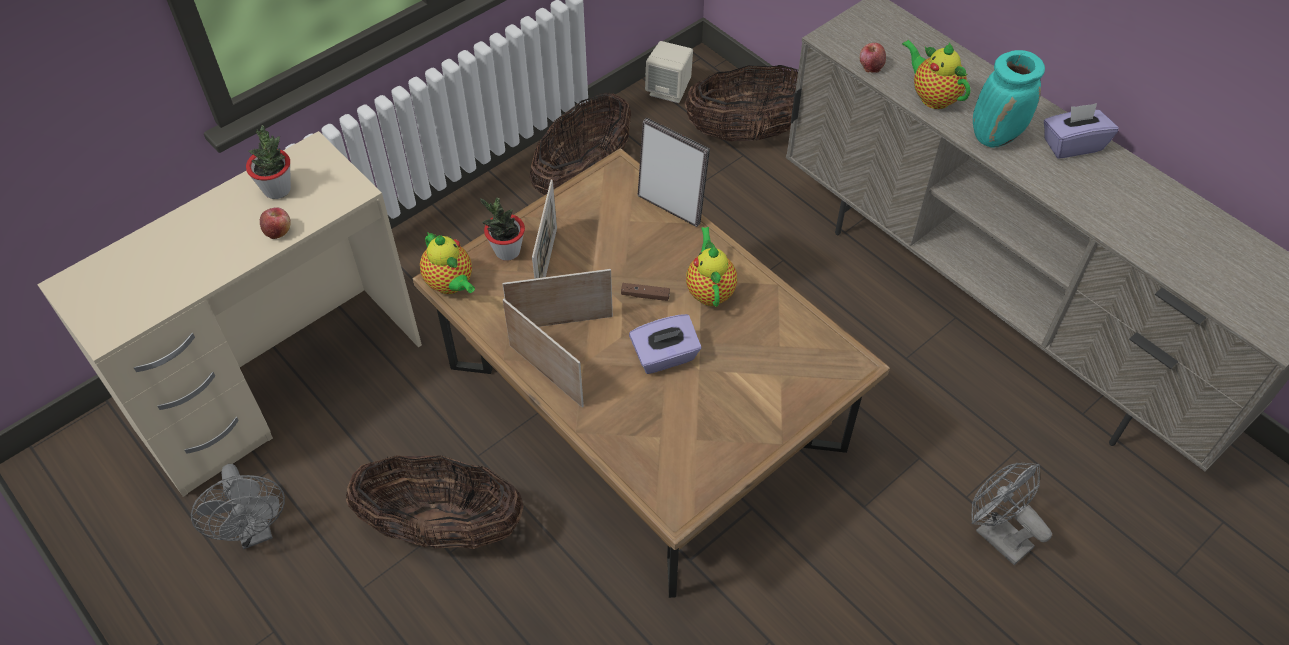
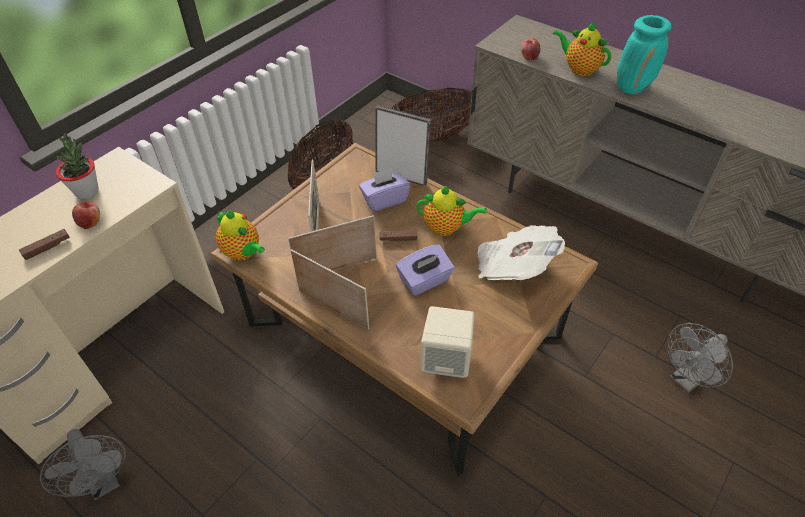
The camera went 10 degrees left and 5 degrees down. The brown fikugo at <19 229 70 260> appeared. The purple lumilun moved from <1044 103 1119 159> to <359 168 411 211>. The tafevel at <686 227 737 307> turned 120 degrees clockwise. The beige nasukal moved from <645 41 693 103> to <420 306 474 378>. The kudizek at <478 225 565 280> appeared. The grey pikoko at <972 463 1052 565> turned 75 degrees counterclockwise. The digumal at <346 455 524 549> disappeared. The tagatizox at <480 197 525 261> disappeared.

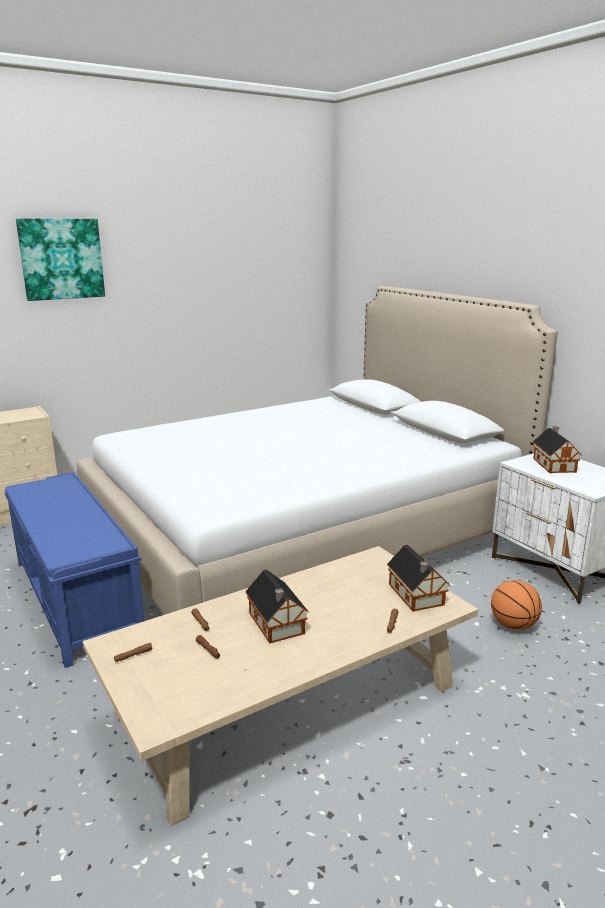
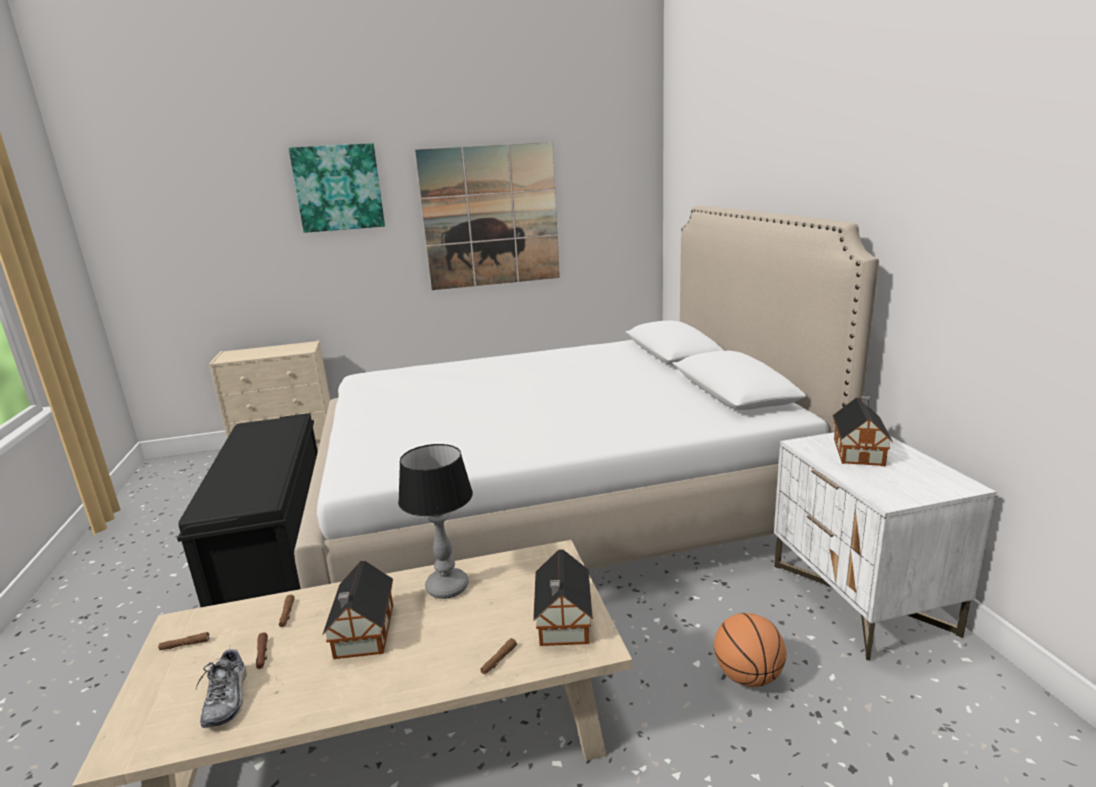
The camera went 20 degrees right and 0 degrees up. The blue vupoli at <5 472 145 668> became the black vupoli at <177 413 318 607>. The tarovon at <196 647 247 728> appeared. The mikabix at <398 444 473 599> appeared. The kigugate at <415 142 560 290> appeared.

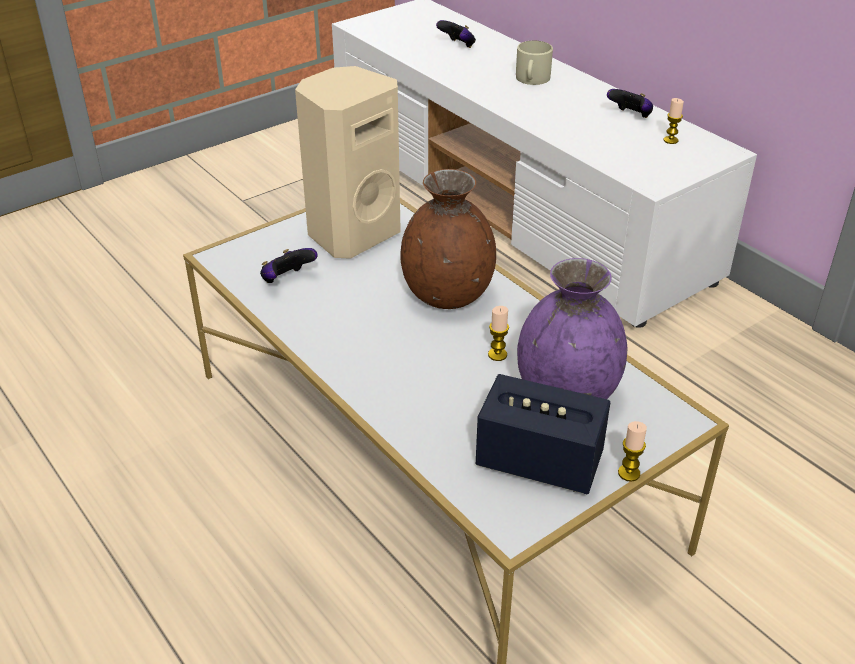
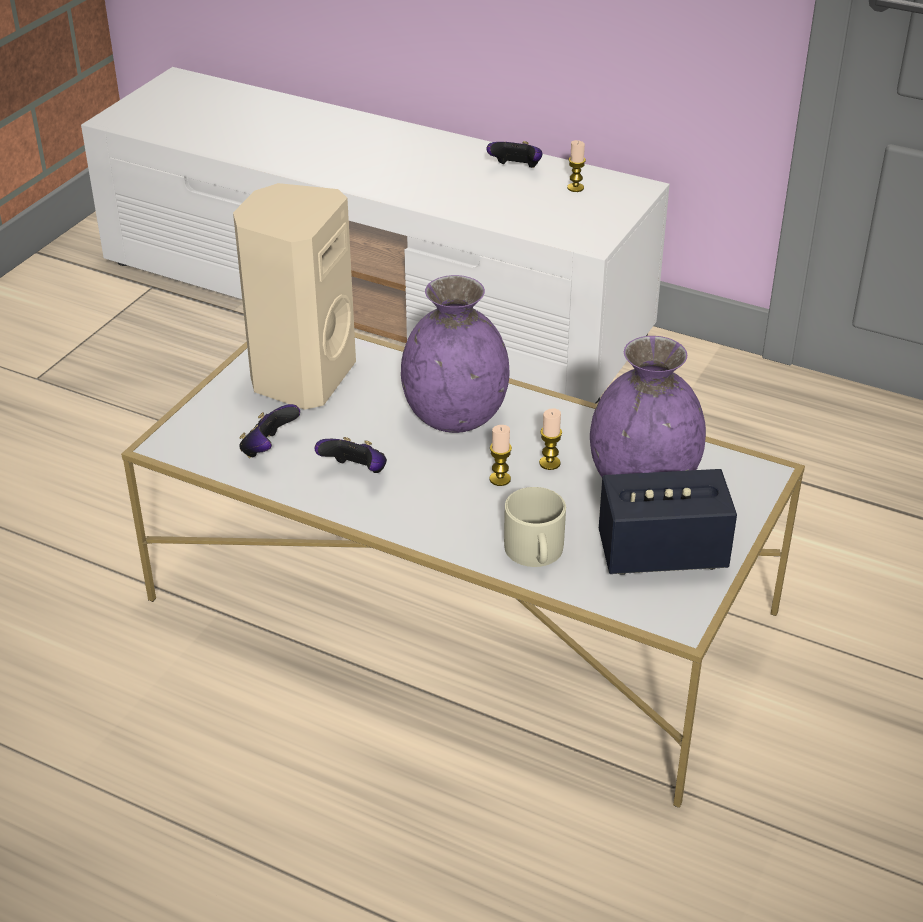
The camera went 25 degrees left and 0 degrees up. The fikugo moved from <436 20 476 48> to <315 437 387 473>. The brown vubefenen at <400 169 496 309> became the purple vubefenen at <401 275 509 433>. The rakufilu moved from <618 421 647 482> to <489 425 512 486>. The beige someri moved from <516 40 553 85> to <504 487 566 567>.

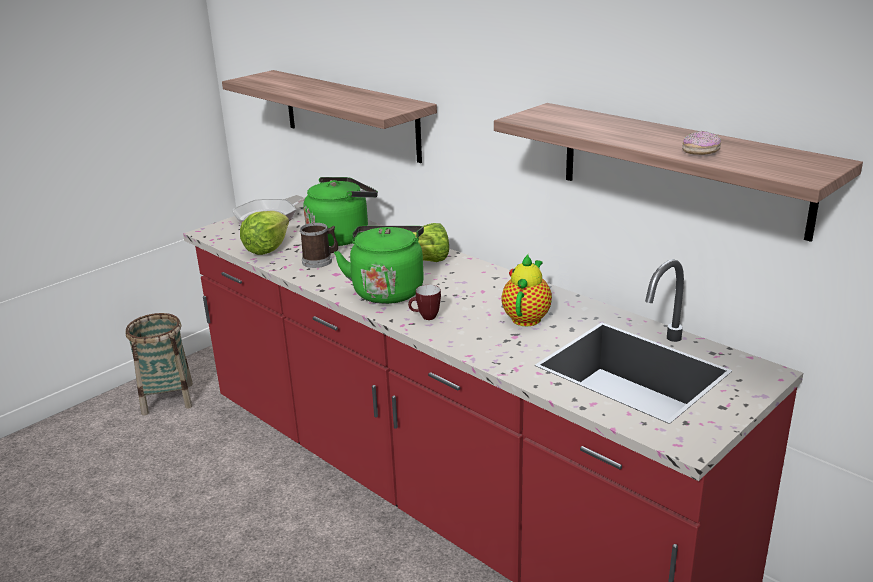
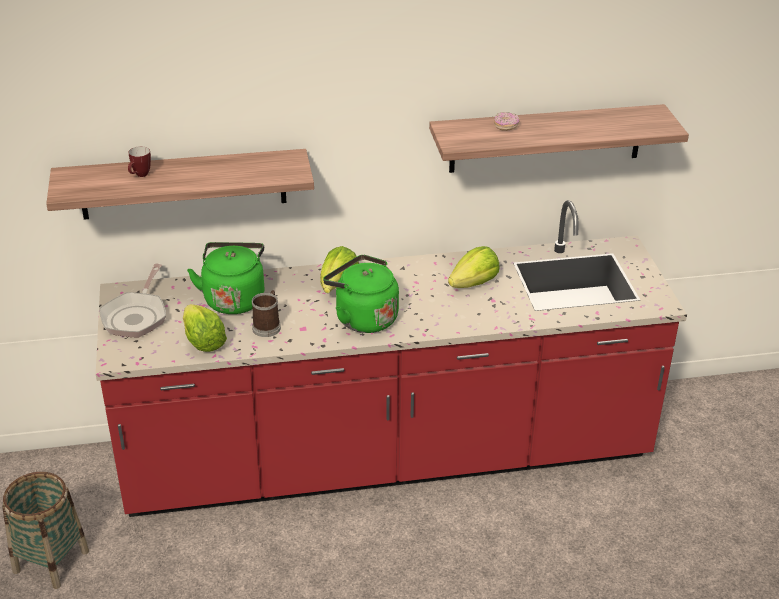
The camera went 55 degrees left and 10 degrees up. The someri moved from <408 285 441 320> to <128 146 151 177>. The tafevel at <501 254 552 326> was replaced by the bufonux at <448 246 500 288>. The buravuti moved from <682 131 721 155> to <494 112 519 131>.

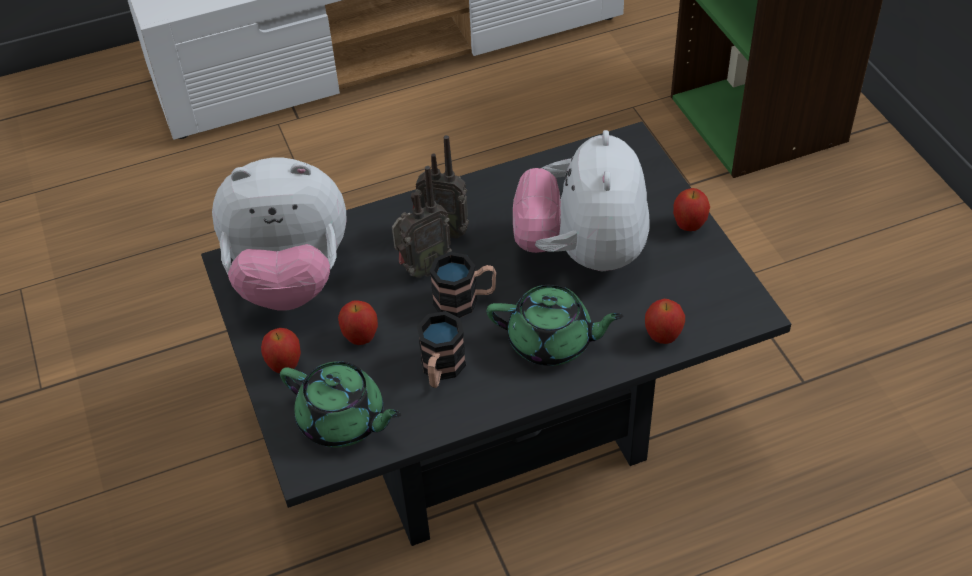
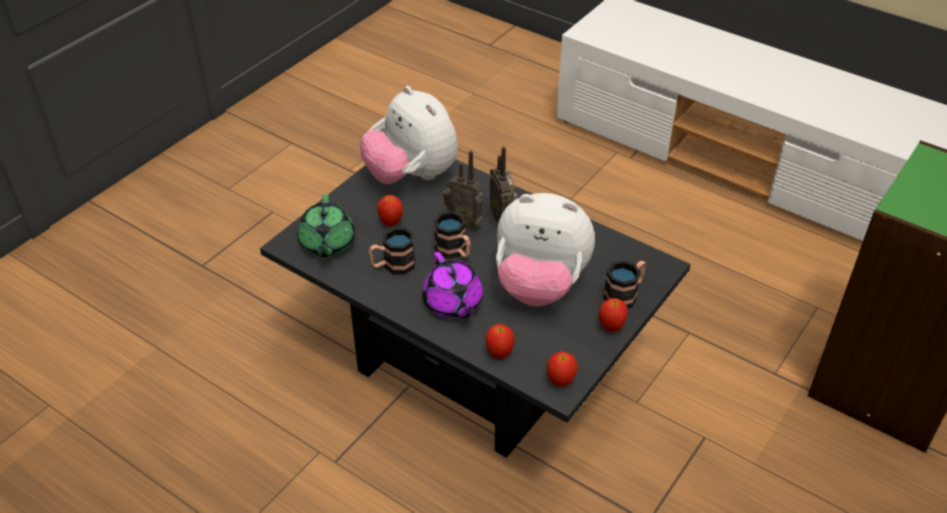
The camera went 55 degrees right and 5 degrees down. The green tafevel at <487 285 624 366> became the purple tafevel at <422 252 483 318>. The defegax at <513 130 650 271> turned 135 degrees counterclockwise. The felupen moved from <261 328 301 373> to <547 351 578 387>. The someri at <603 260 646 308> appeared.

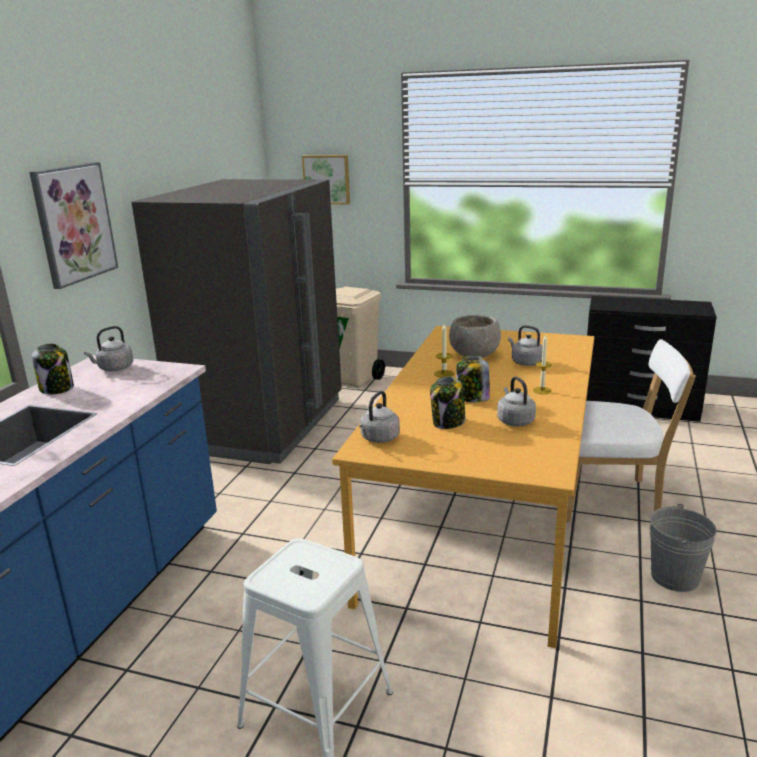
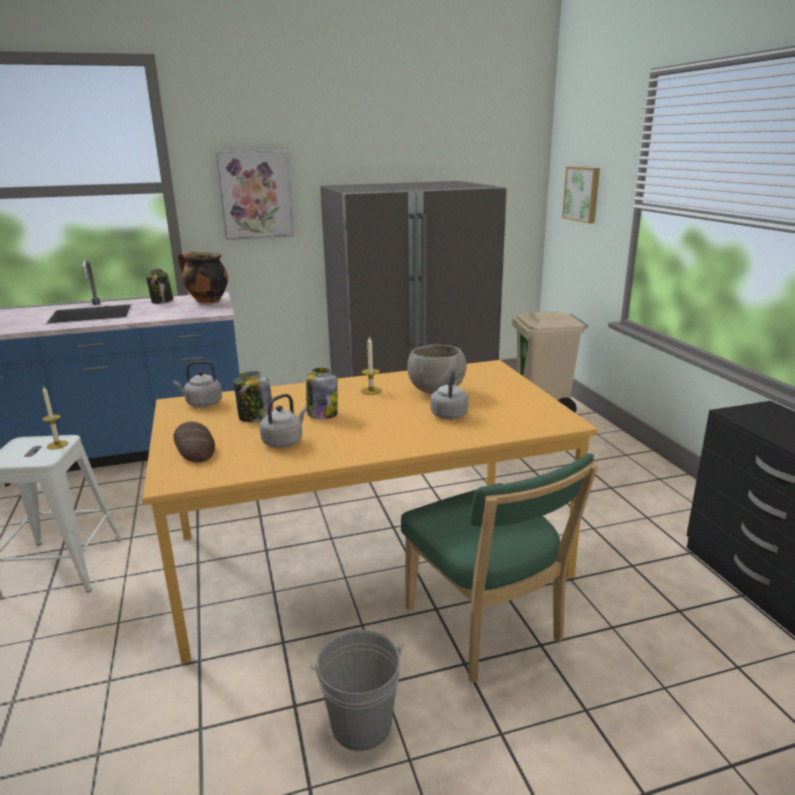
The camera went 55 degrees right and 0 degrees up. The rakufilu moved from <533 334 552 394> to <42 387 69 449>. The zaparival at <173 422 215 463> appeared. The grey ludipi at <84 326 134 371> was replaced by the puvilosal at <178 252 228 303>. The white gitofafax at <566 339 696 522> became the green gitofafax at <401 453 598 682>.

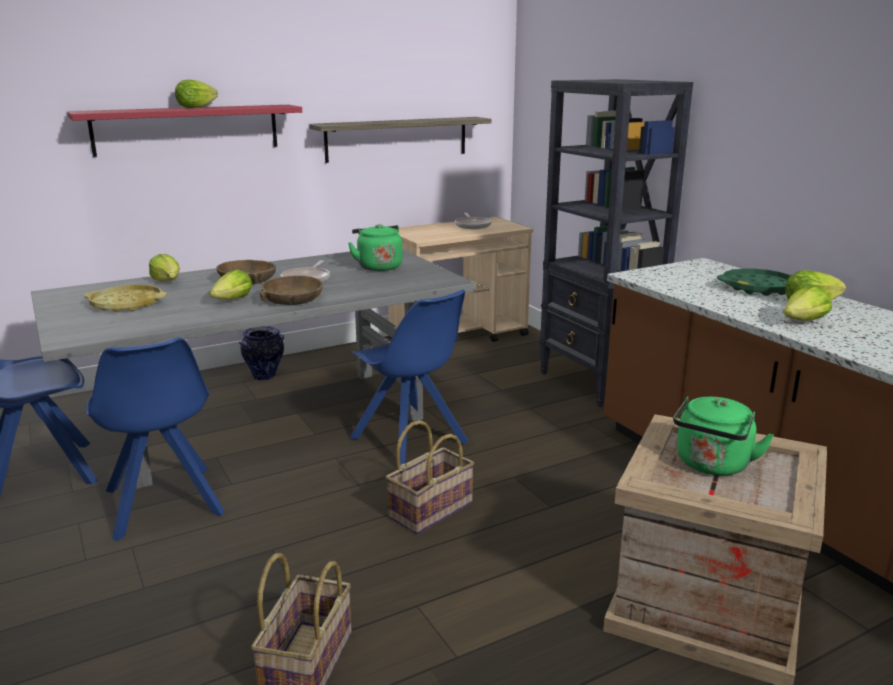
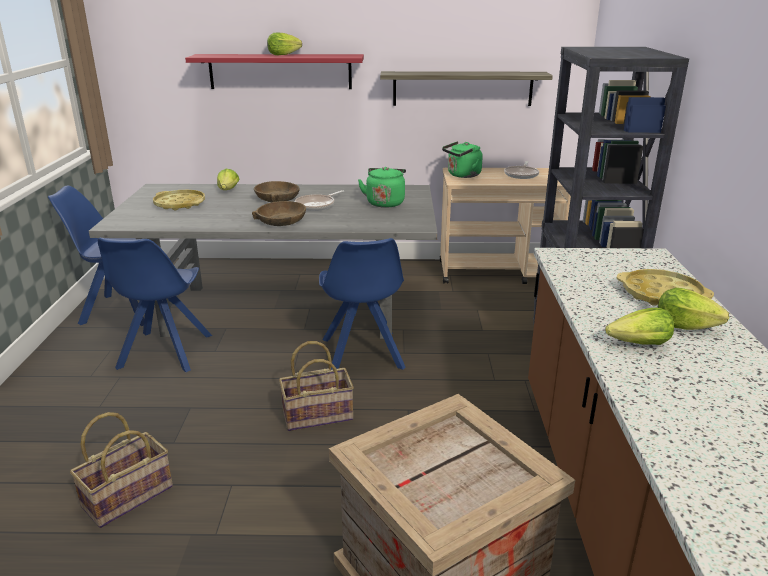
The camera went 30 degrees right and 5 degrees up. The green ludipi moved from <673 396 774 476> to <442 141 483 178>. The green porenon at <717 269 791 296> became the yellow porenon at <617 269 714 306>. The bufonux at <210 269 252 299> disappeared. The vubefenen at <239 326 284 381> disappeared.

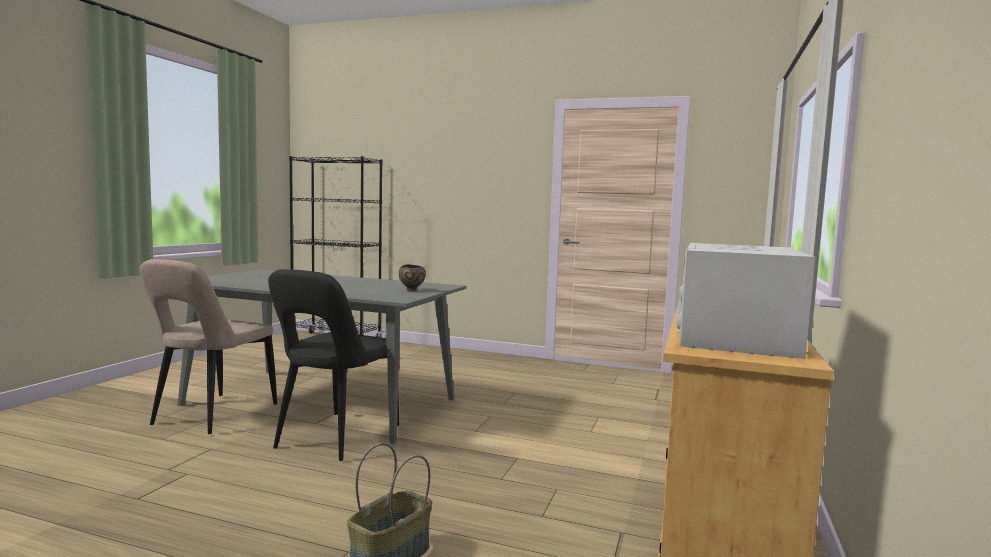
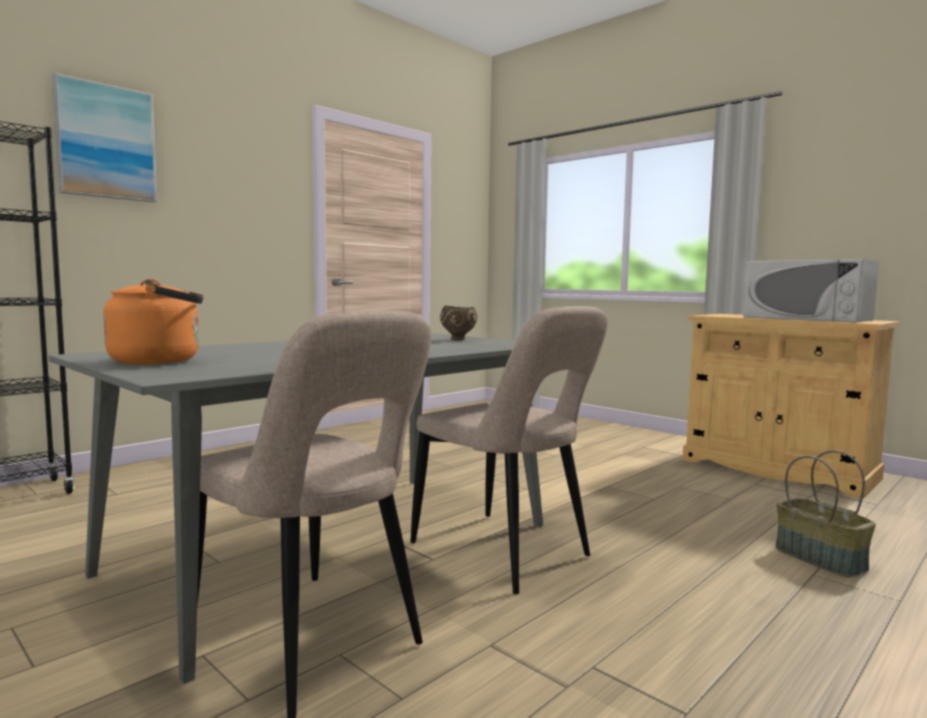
The camera went 65 degrees left and 0 degrees up. The kigugate at <52 73 157 202> appeared. The orange ludipi at <103 279 204 365> appeared. The black gitofafax at <268 269 399 461> became the beige gitofafax at <410 306 608 594>.

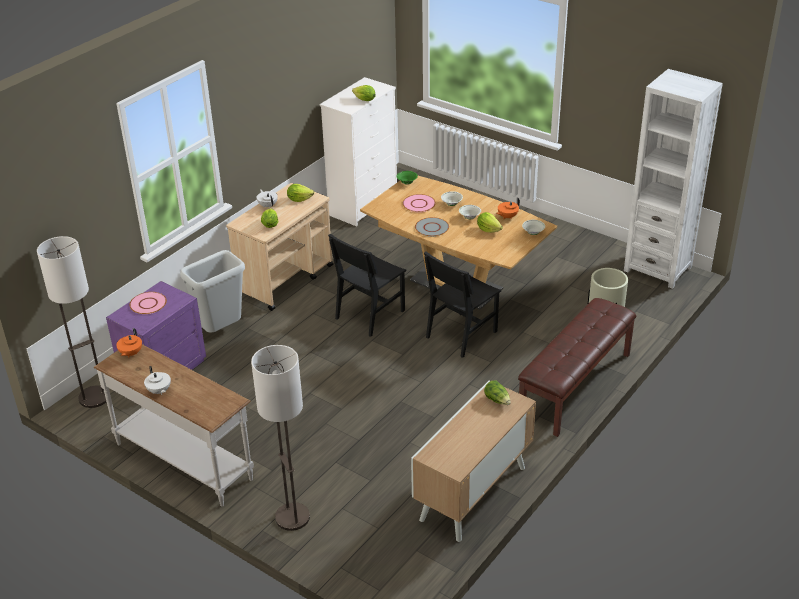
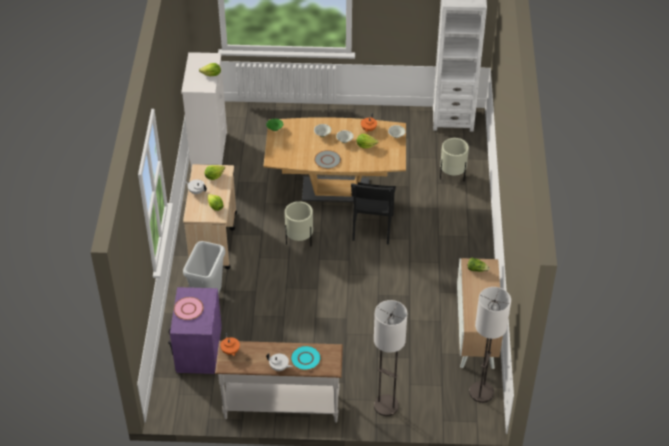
The camera went 35 degrees left and 10 degrees up. The black gitofafax at <328 233 406 337> was replaced by the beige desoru at <285 201 313 245>. The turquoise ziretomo at <290 346 321 370> appeared. The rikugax moved from <37 236 106 408> to <469 287 511 403>. The pink ziretomo at <403 194 436 212> disappeared. The brown vupoli at <518 298 636 437> disappeared.

